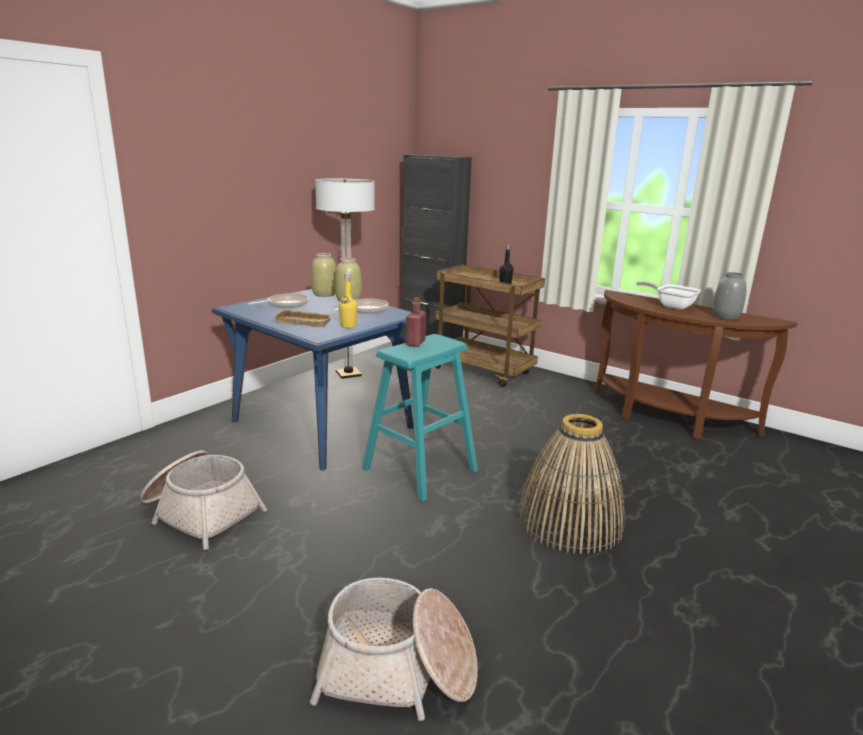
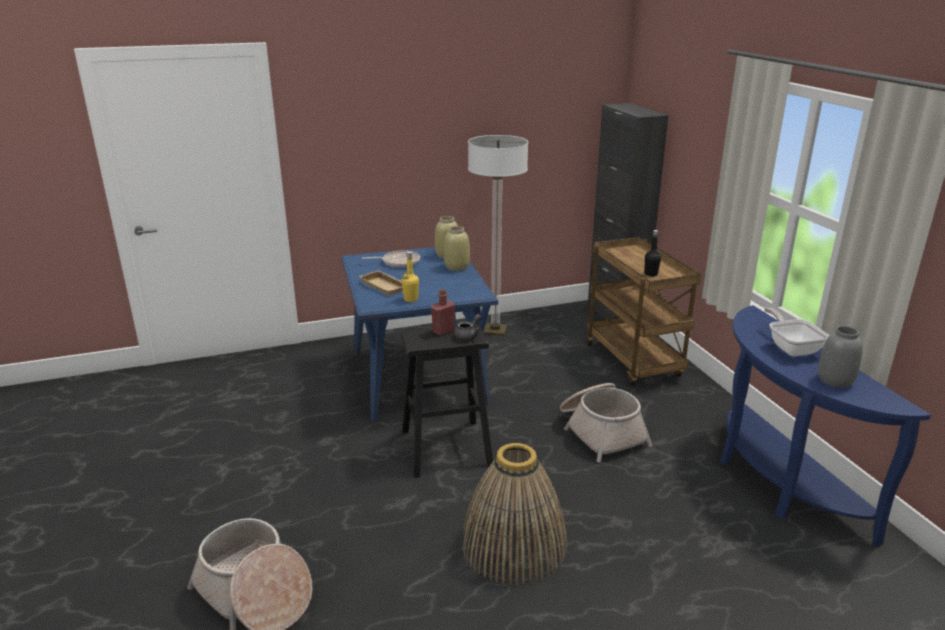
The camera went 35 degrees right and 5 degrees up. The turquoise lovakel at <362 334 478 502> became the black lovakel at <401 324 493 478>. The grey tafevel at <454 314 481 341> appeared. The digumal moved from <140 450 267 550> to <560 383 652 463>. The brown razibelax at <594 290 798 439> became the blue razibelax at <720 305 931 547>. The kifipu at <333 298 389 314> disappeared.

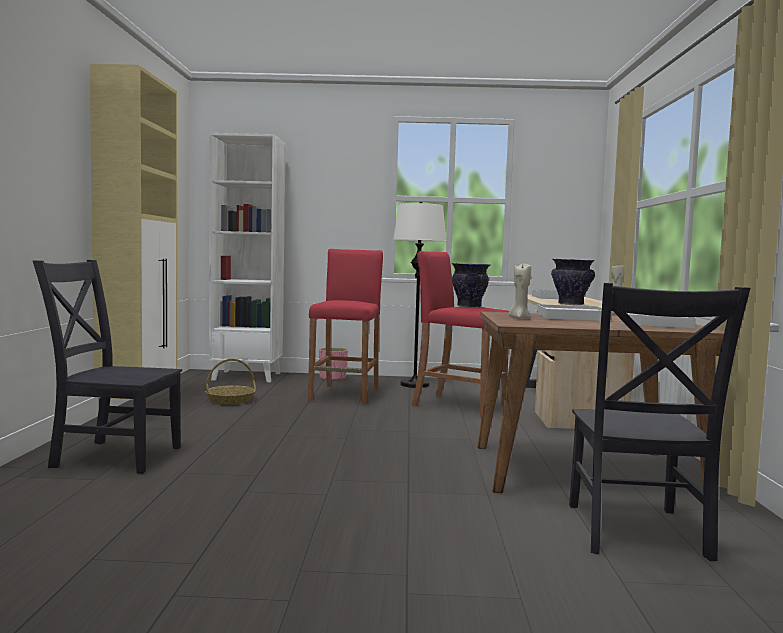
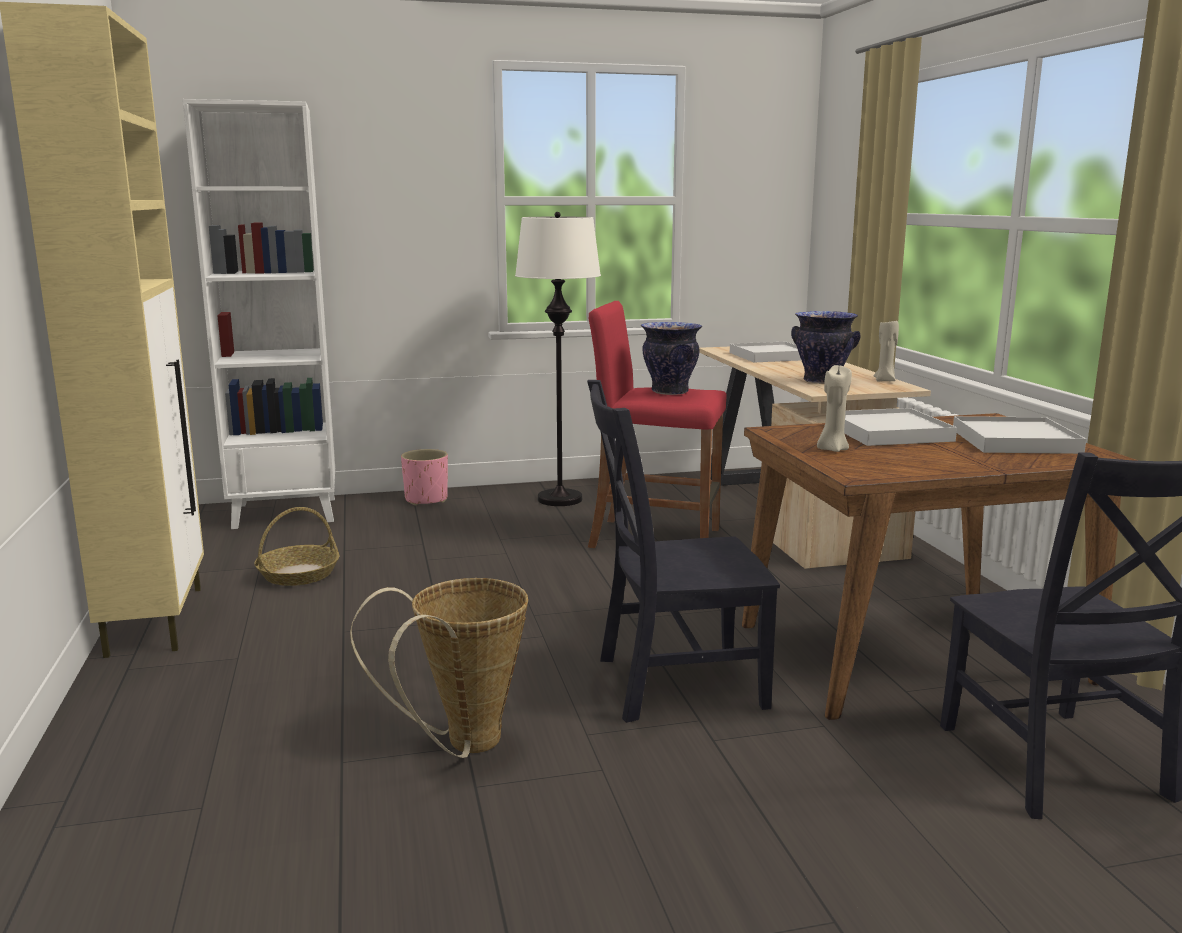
The camera went 15 degrees left and 10 degrees up. The digumal at <350 578 528 758> appeared. The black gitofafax moved from <33 260 182 474> to <587 380 780 723>. The red lovakel at <308 249 383 405> disappeared.

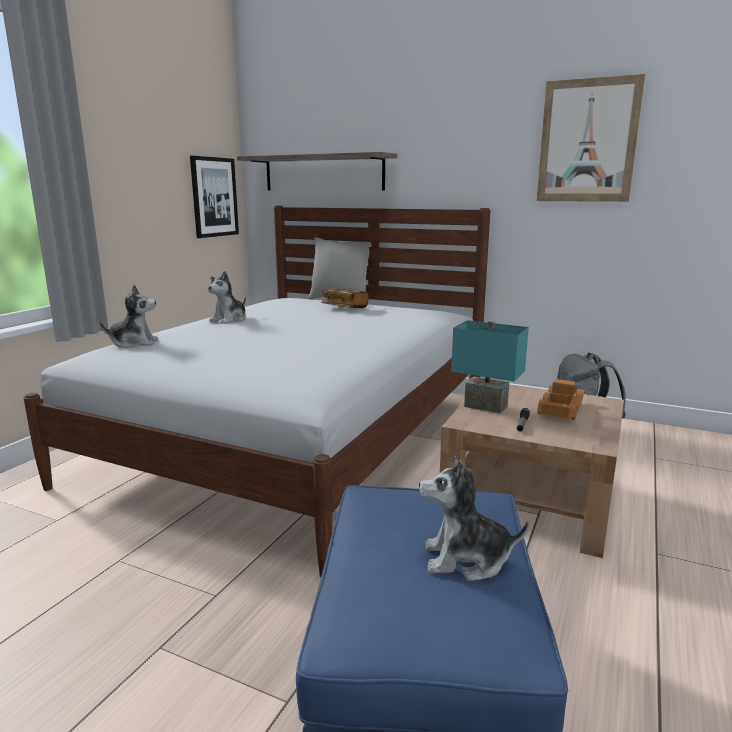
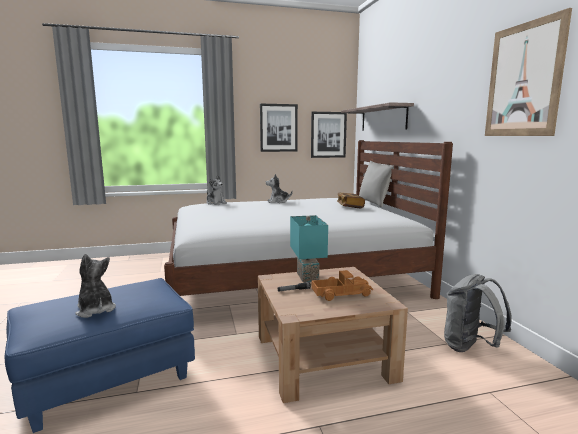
The camera went 50 degrees right and 5 degrees down. The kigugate at <260 104 298 152> appeared.

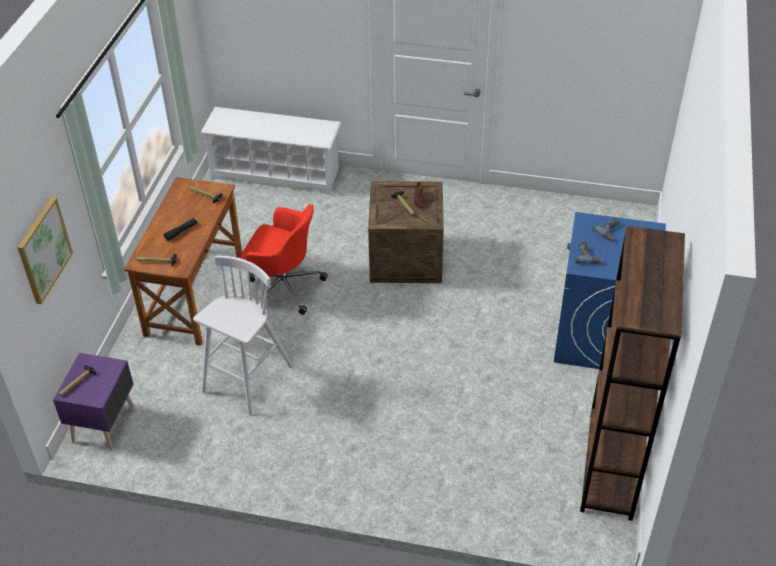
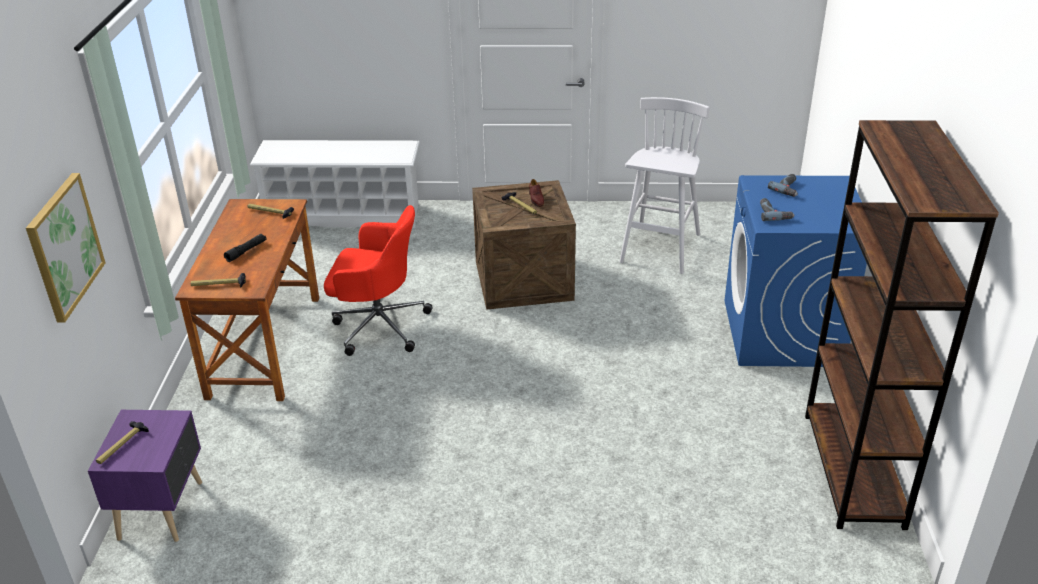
The camera went 10 degrees left and 10 degrees down. The white lovakel moved from <193 255 293 416> to <619 97 709 274>.

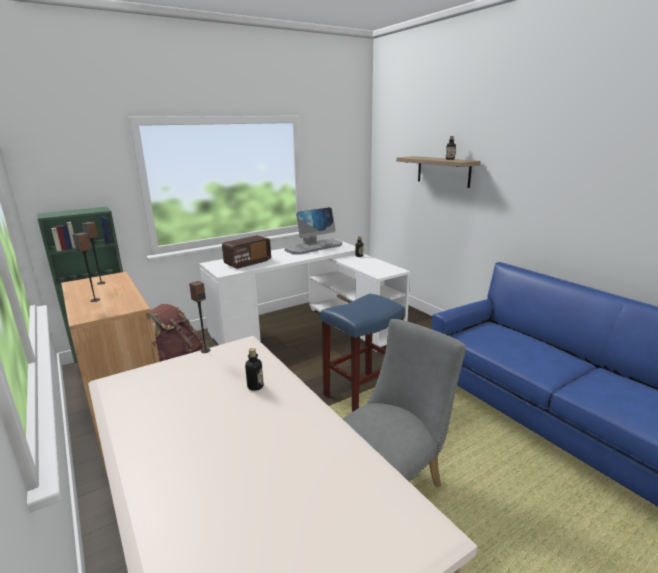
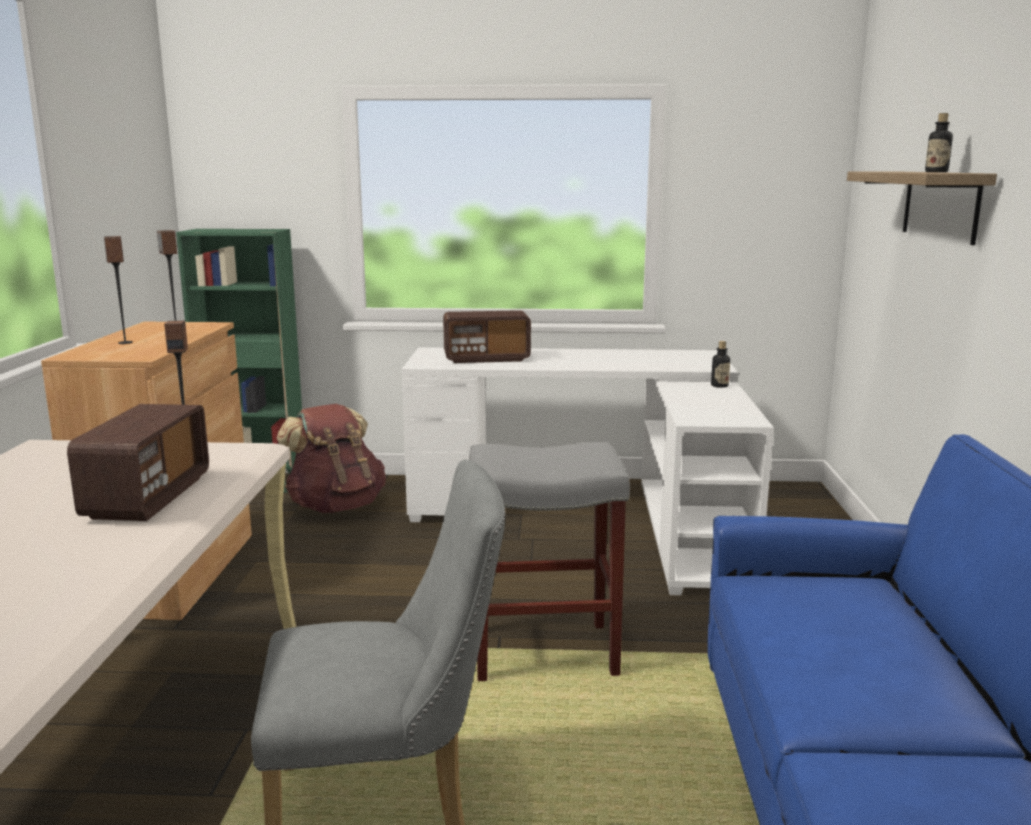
The camera went 35 degrees right and 5 degrees down. The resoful at <245 348 264 391> was replaced by the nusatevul at <67 404 209 521>. The blue lovakel at <320 294 405 412> became the grey lovakel at <469 442 630 681>. The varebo at <285 207 342 255> disappeared.

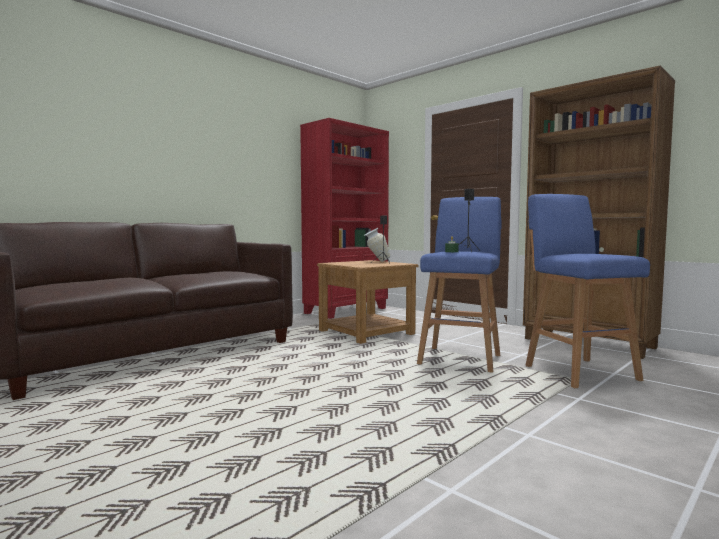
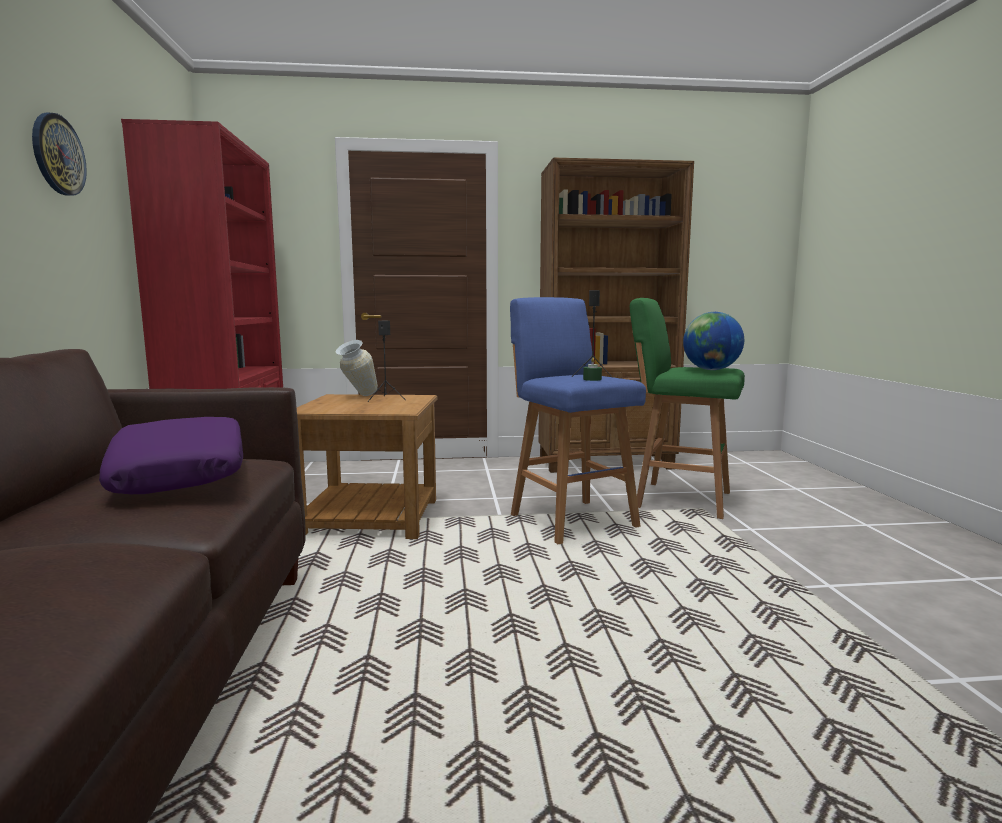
The camera went 50 degrees left and 5 degrees up. The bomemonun at <32 113 87 196> appeared. The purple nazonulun at <99 417 243 494> appeared. The blue lovakel at <525 194 650 388> became the green lovakel at <630 298 745 519>. The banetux at <683 312 744 370> appeared.

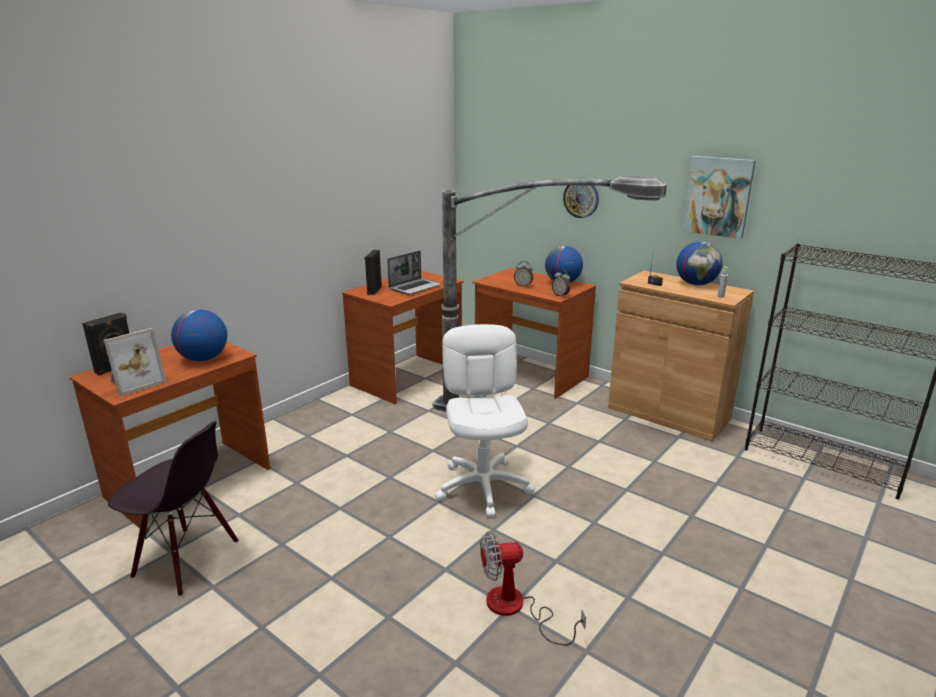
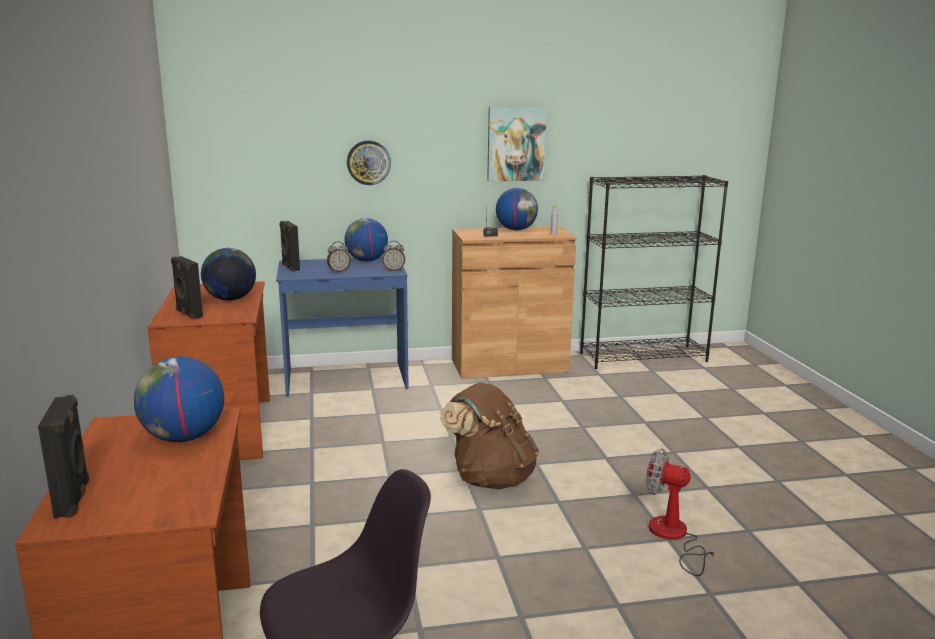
The camera went 50 degrees left and 5 degrees down. The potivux at <387 251 441 295> was replaced by the banetux at <201 248 256 301>. The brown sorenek at <472 268 596 399> became the blue sorenek at <276 257 409 397>. The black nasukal at <279 221 300 272> appeared. The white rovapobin at <435 324 535 517> was replaced by the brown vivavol at <440 382 539 490>. The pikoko at <480 531 586 645> turned 90 degrees clockwise. The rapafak at <104 328 167 396> disappeared. The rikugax at <432 175 667 412> disappeared.

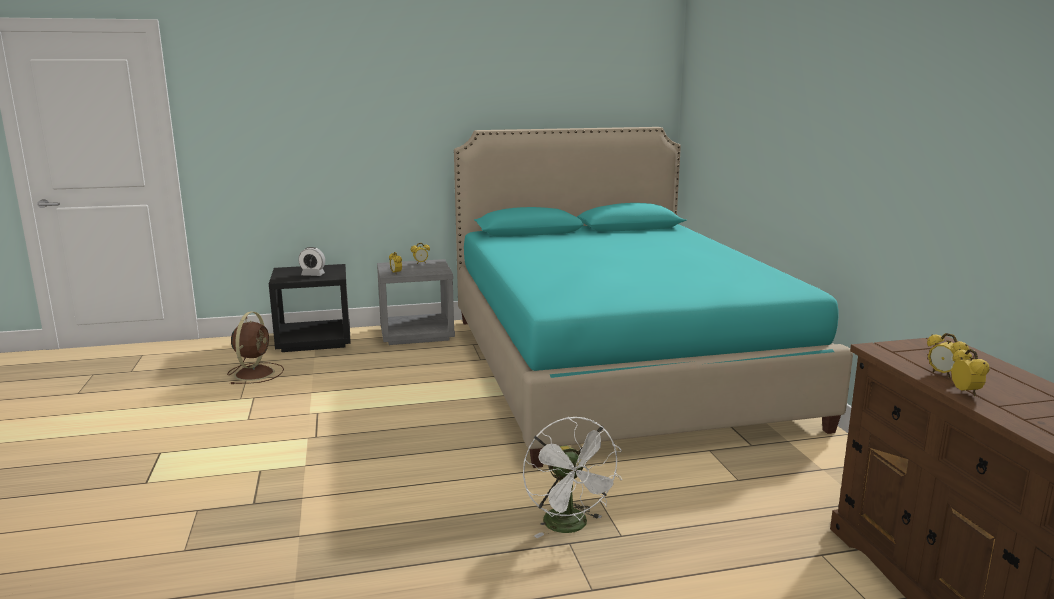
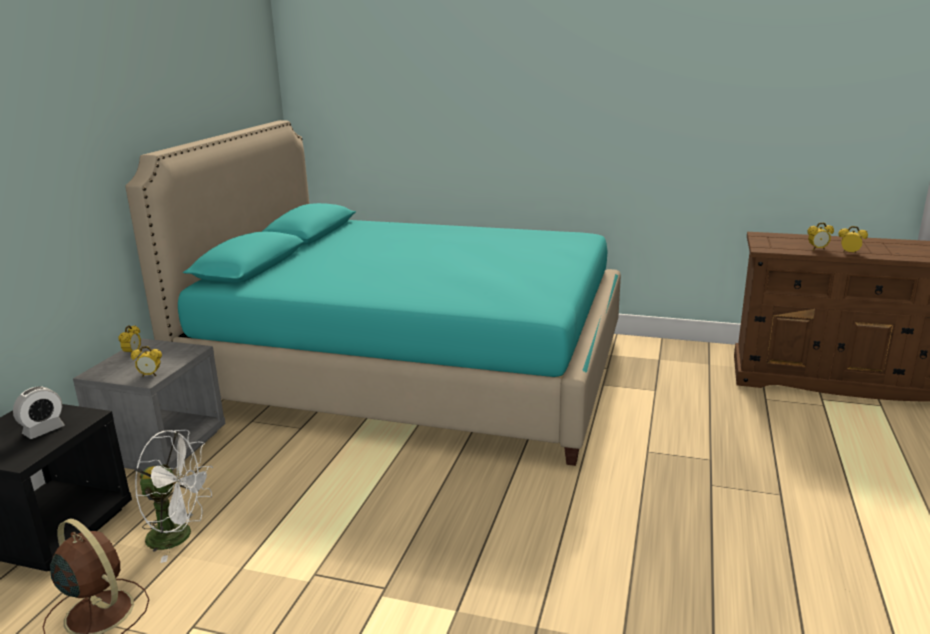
The camera went 60 degrees left and 5 degrees up. The white pikoko moved from <523 417 622 538> to <135 430 213 563>.

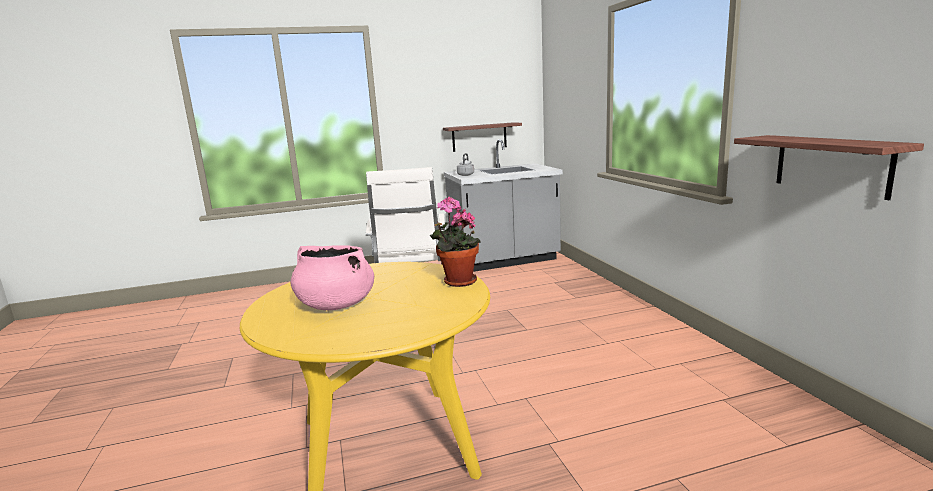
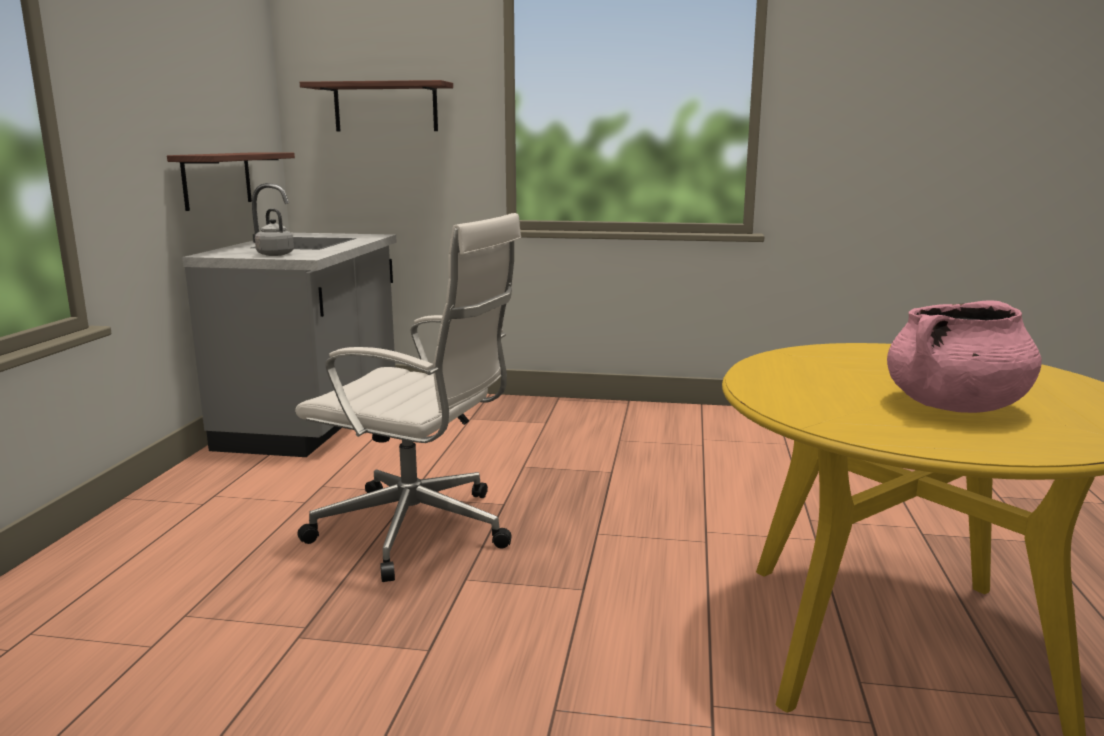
The camera went 65 degrees left and 0 degrees up. The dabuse moved from <734 135 924 200> to <300 80 453 131>. The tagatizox at <429 197 481 287> disappeared.

